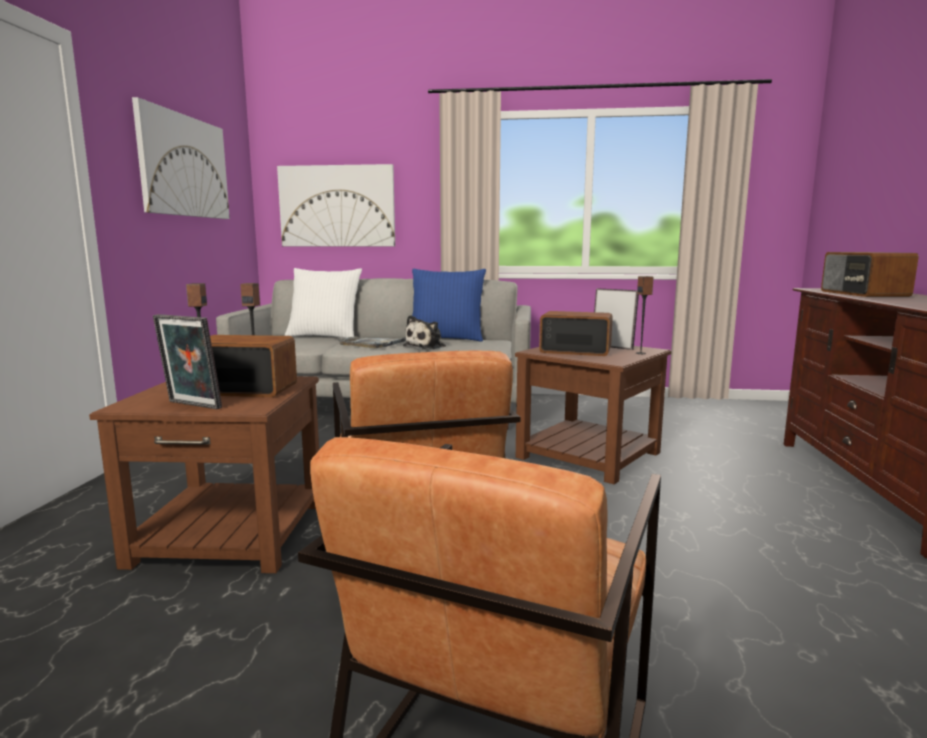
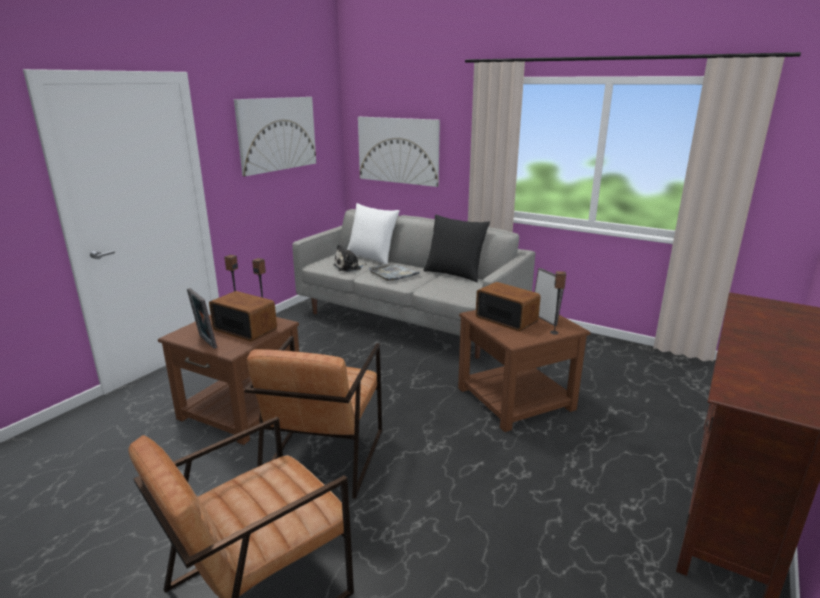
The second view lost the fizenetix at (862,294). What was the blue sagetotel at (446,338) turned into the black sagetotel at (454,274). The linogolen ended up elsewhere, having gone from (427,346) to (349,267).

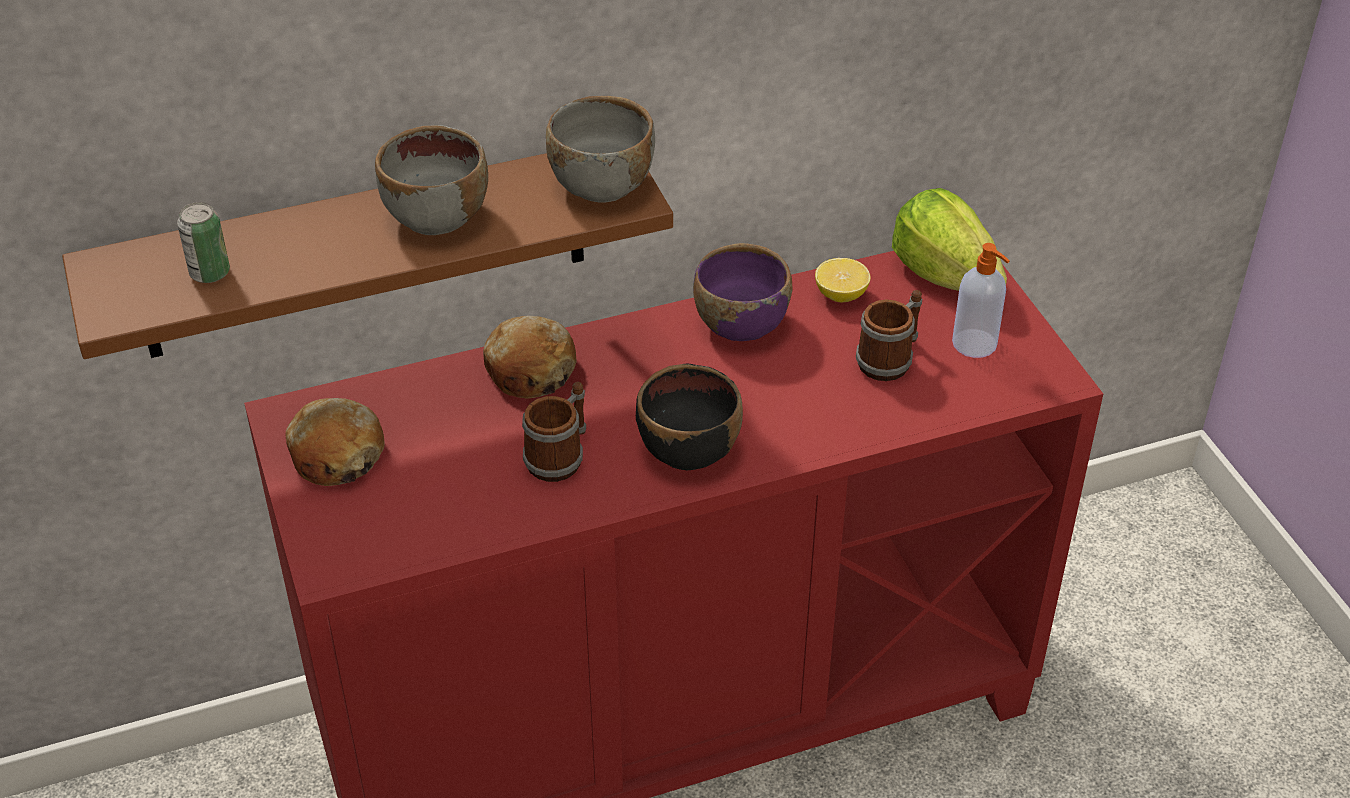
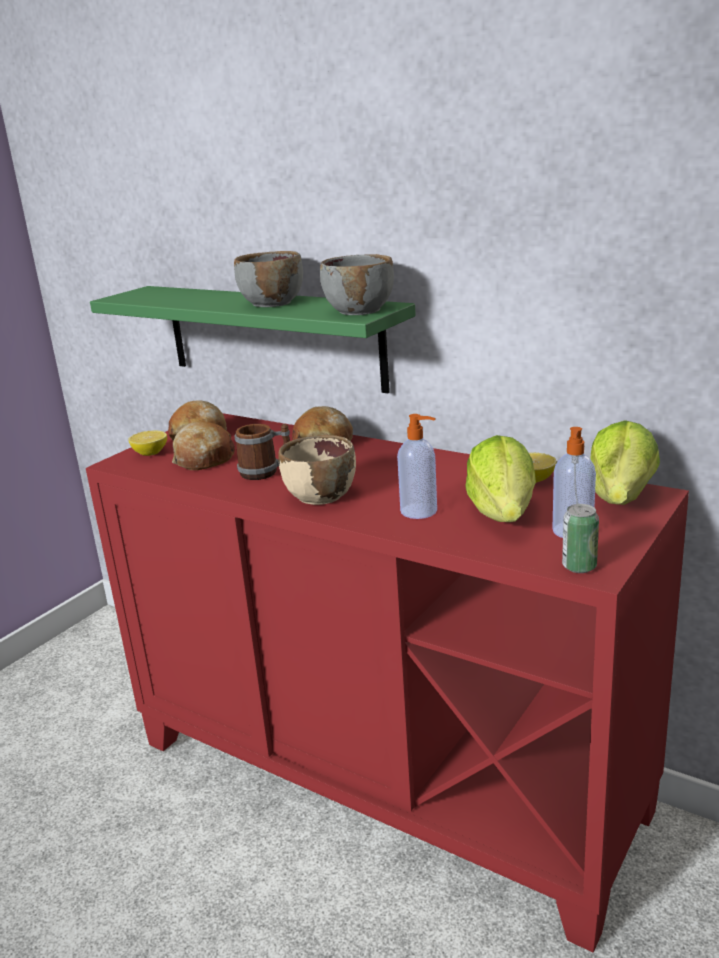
What was the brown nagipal at (364,250) turned into the green nagipal at (272,336). The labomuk ended up elsewhere, having gone from (210,273) to (579,567). The second view lost the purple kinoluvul at (740,323). Where the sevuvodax stood at (890,359), the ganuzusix came to stand at (503,514). What was the black kinoluvul at (688,450) turned into the beige kinoluvul at (320,496). The second view gained the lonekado at (420,511). The second view gained the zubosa at (203,459). The second view gained the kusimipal at (150,453).

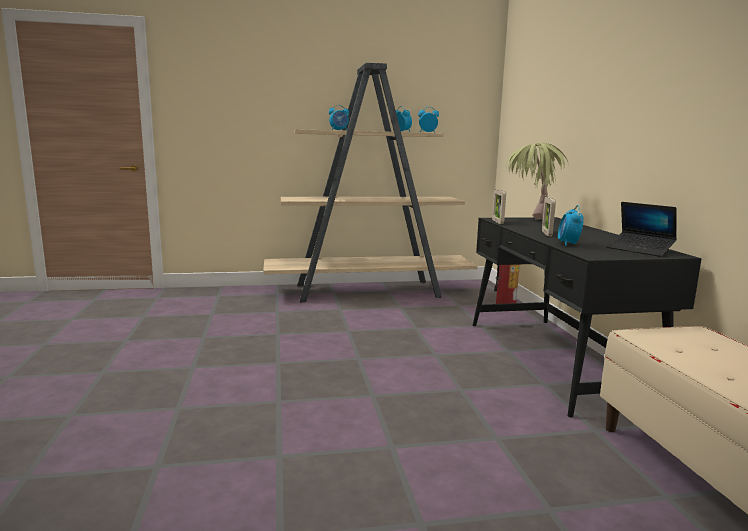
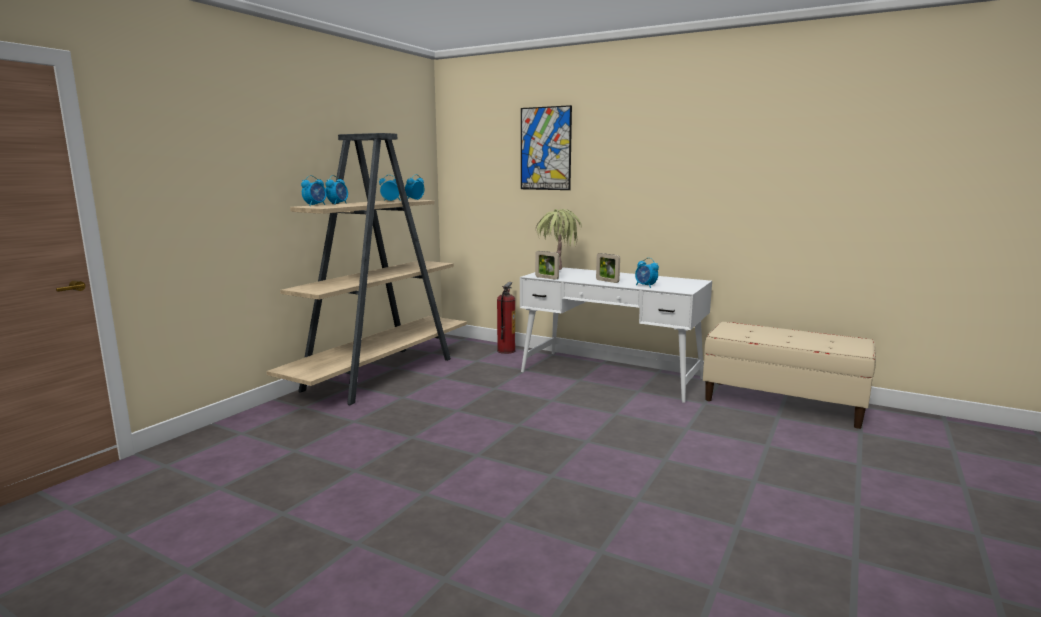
The second view lost the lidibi at (640,250). What was the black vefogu at (555,359) turned into the white vefogu at (611,375). The second view gained the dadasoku at (545,148). The second view gained the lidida at (315,205).

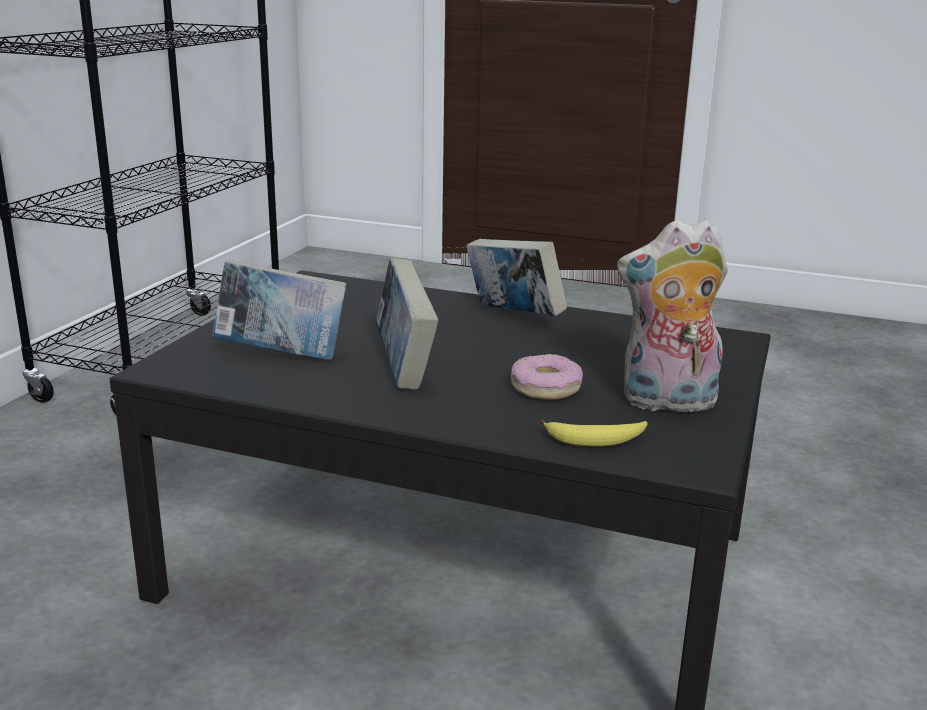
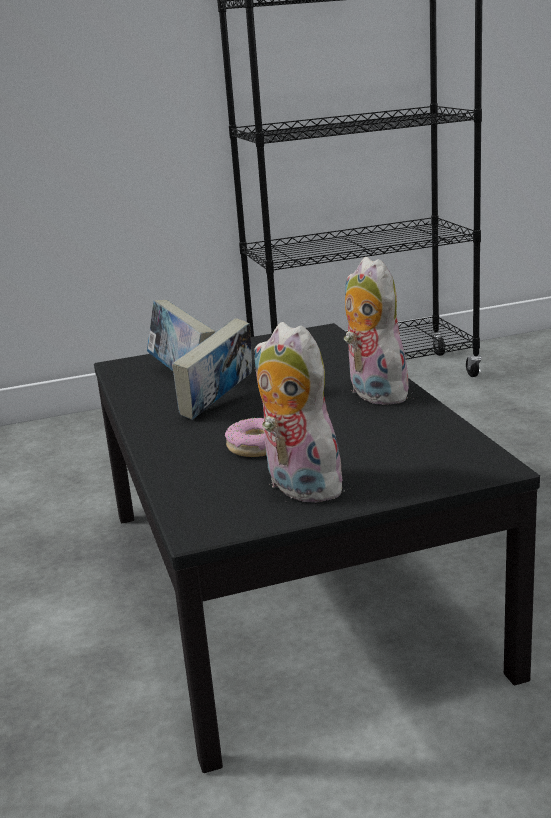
Where the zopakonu stood at (513,317), the linogolen came to stand at (372,394). The second view lost the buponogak at (596,440).

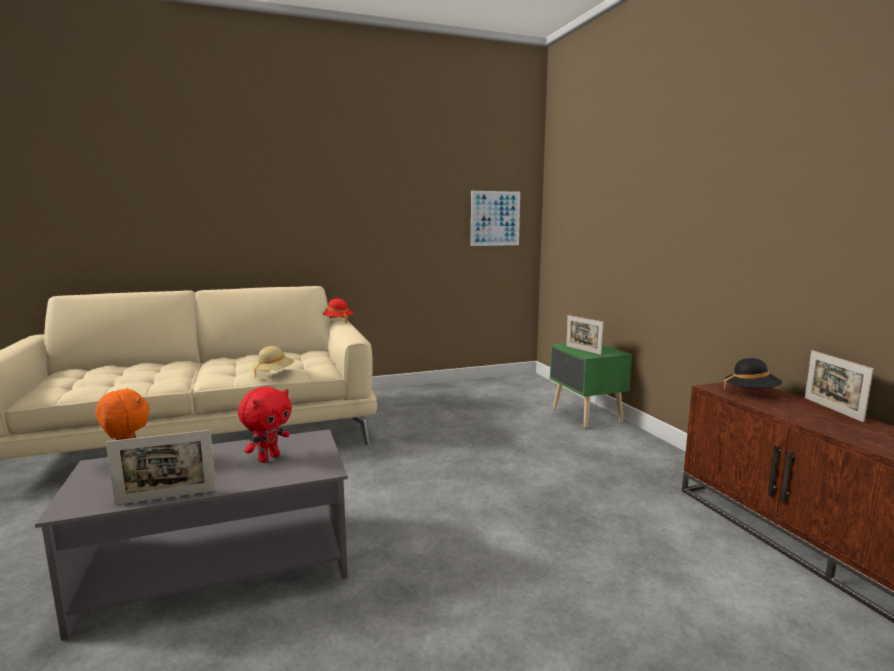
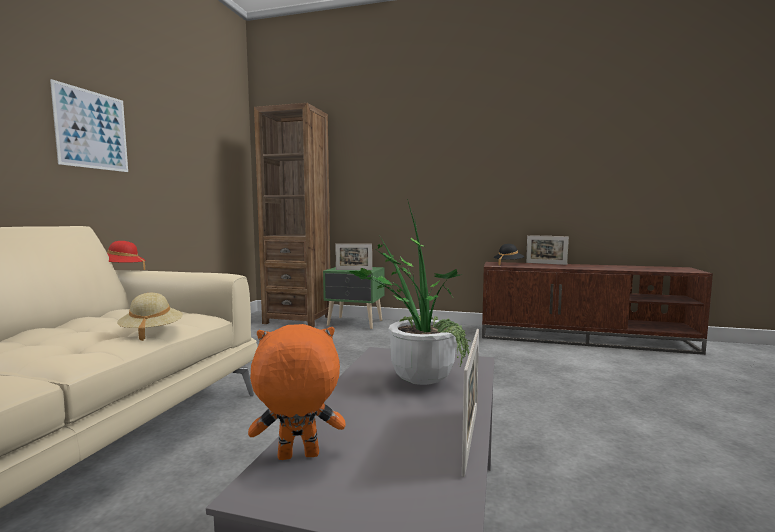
The dadasoku ended up elsewhere, having gone from (495,218) to (92,130). Where the red linogolen stood at (268,458), the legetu came to stand at (413,377). The second view gained the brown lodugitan at (298,320).

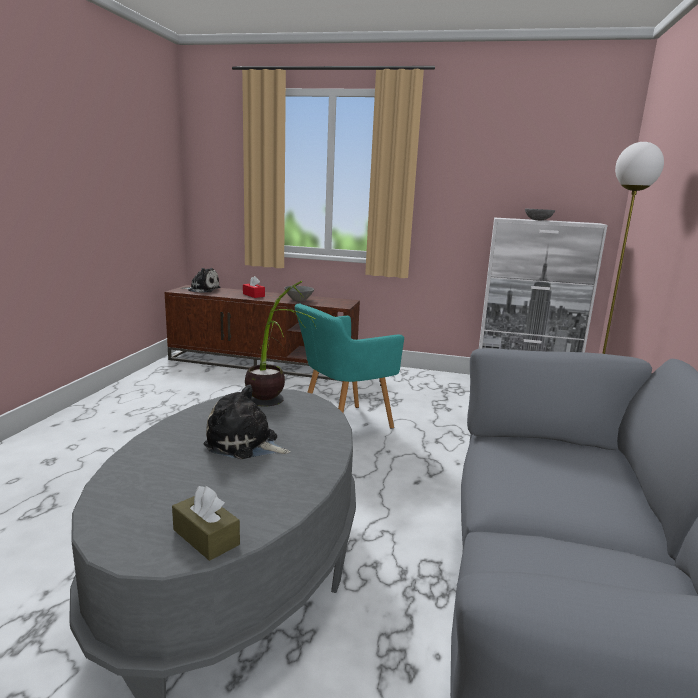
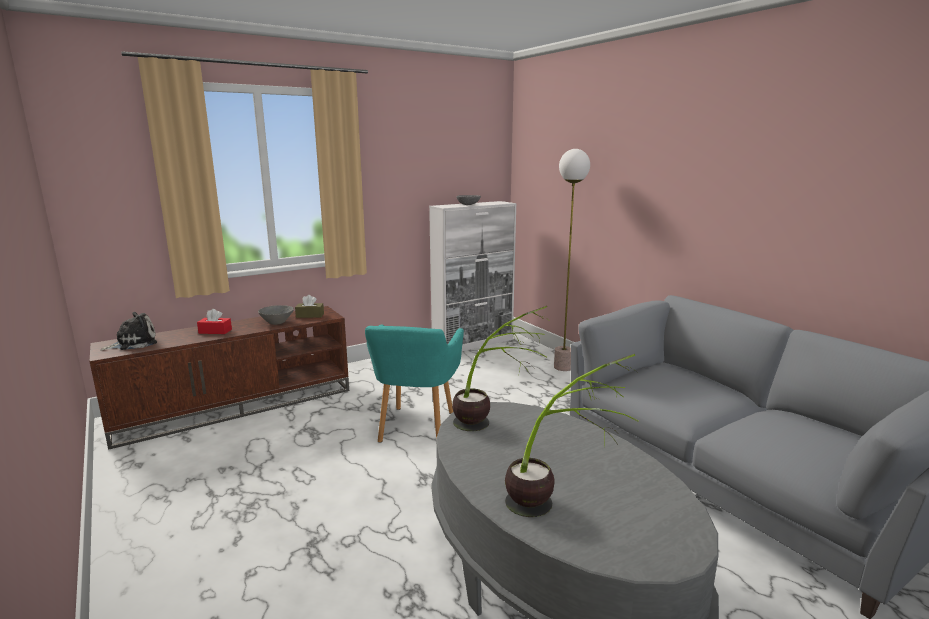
The second view lost the linogolen at (245,444). The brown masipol ended up elsewhere, having gone from (206,537) to (310,315). The second view gained the legetu at (557,505).

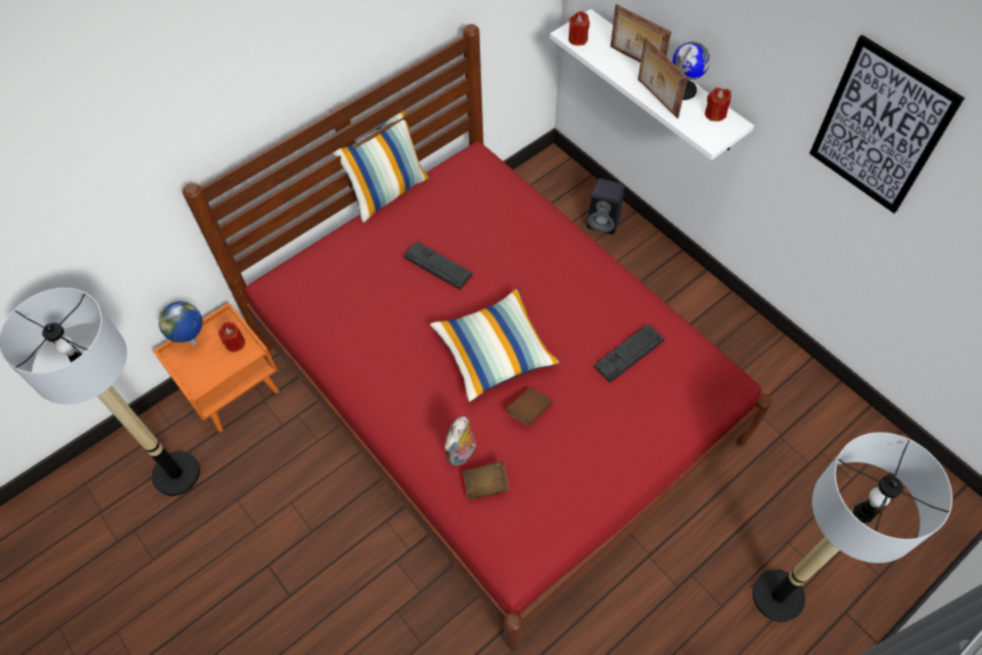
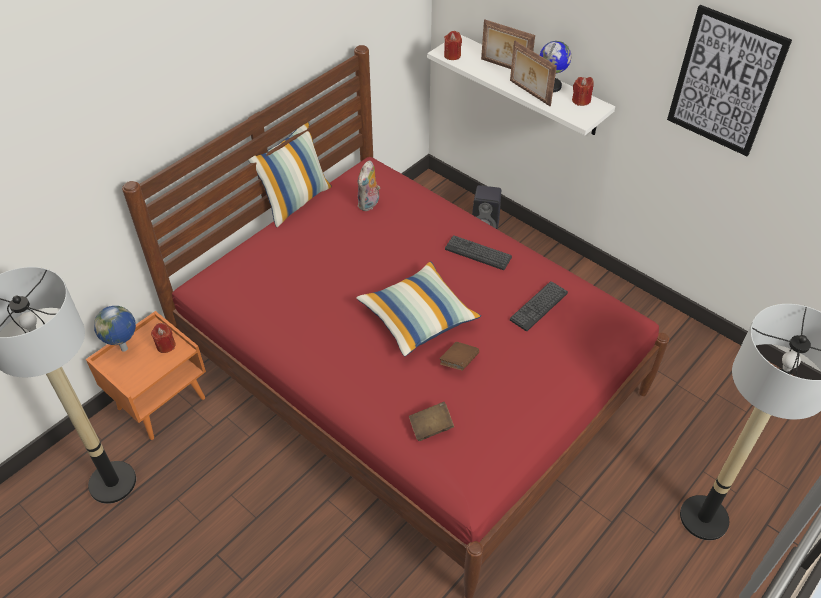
The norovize ended up elsewhere, having gone from (437,265) to (478,253). The linogolen ended up elsewhere, having gone from (462,454) to (369,204).

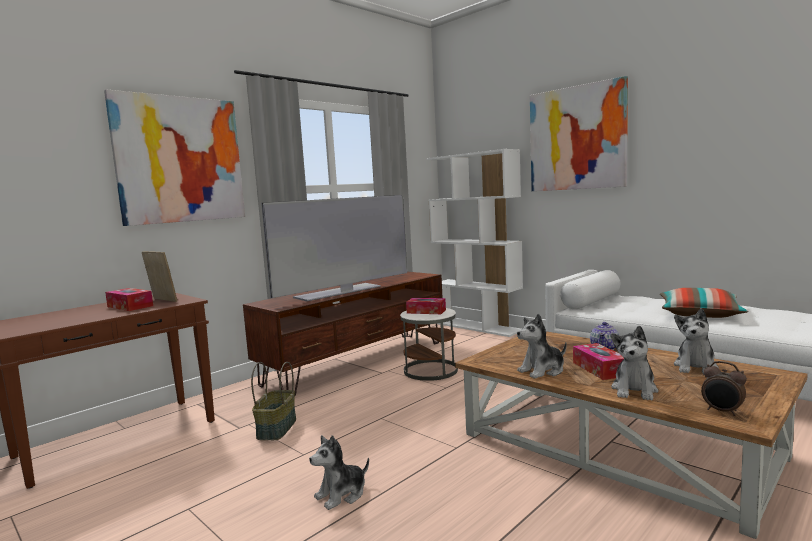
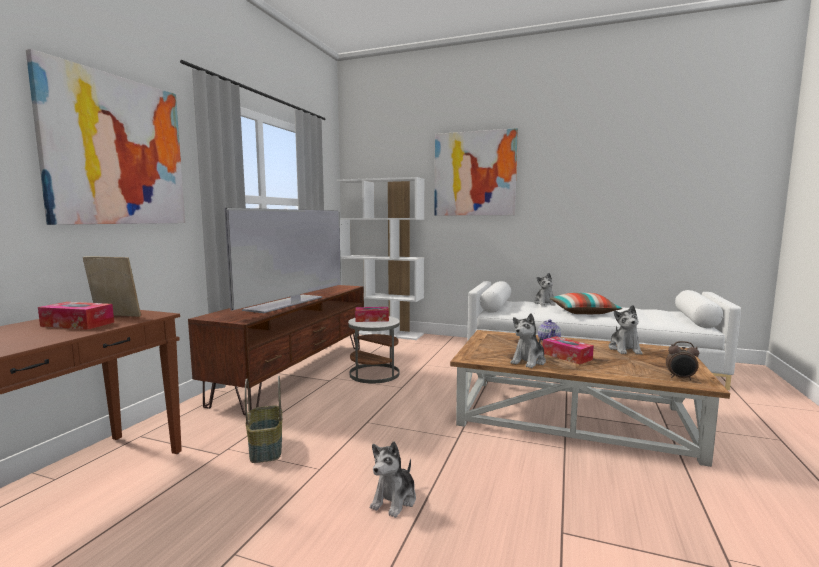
The linogolen ended up elsewhere, having gone from (634,390) to (544,303).

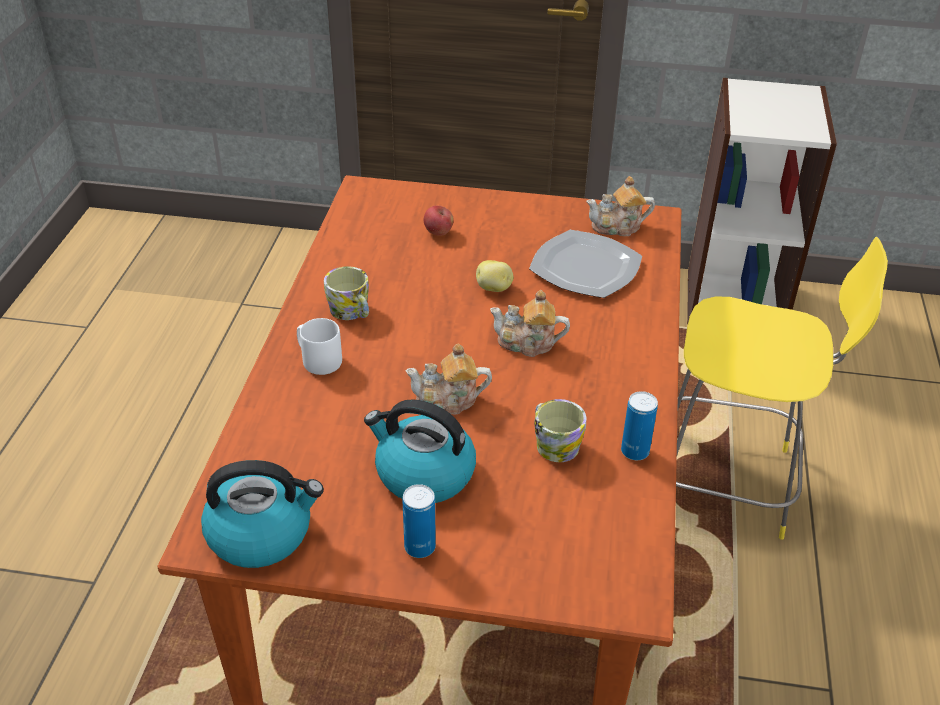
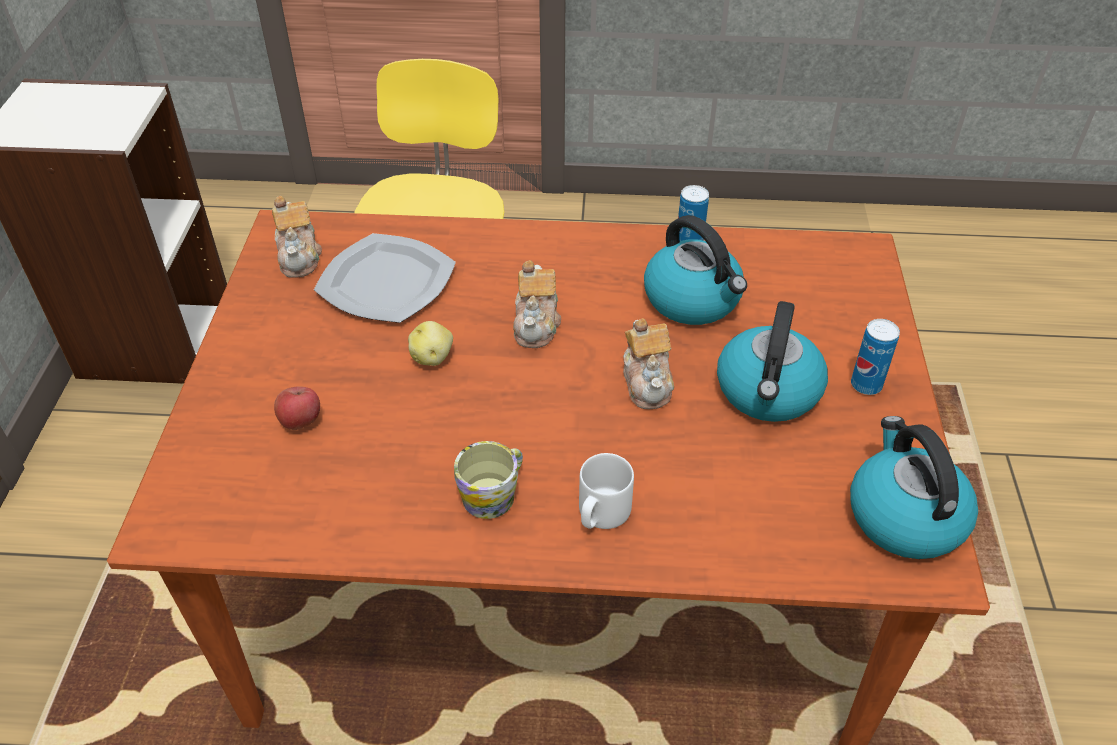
Where the sevuvodax stood at (553,443), the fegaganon came to stand at (693,300).

